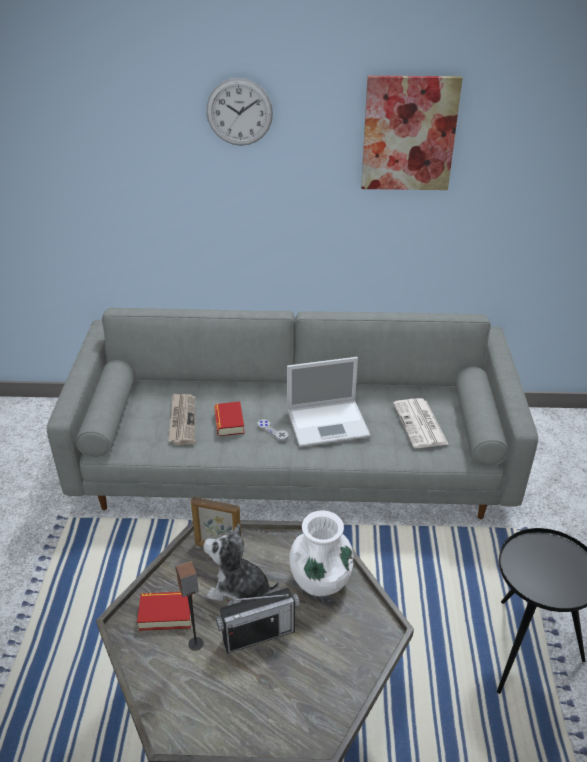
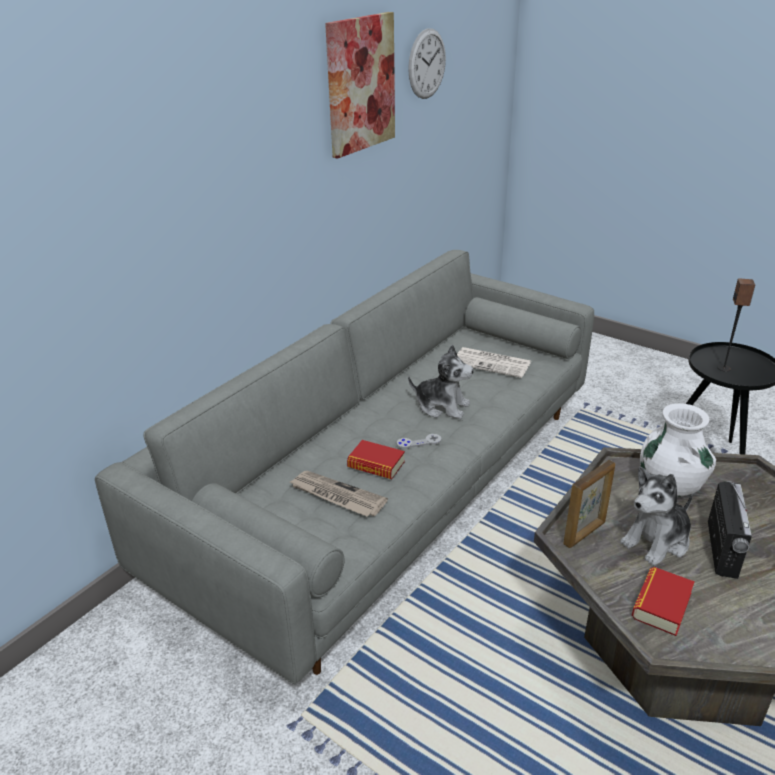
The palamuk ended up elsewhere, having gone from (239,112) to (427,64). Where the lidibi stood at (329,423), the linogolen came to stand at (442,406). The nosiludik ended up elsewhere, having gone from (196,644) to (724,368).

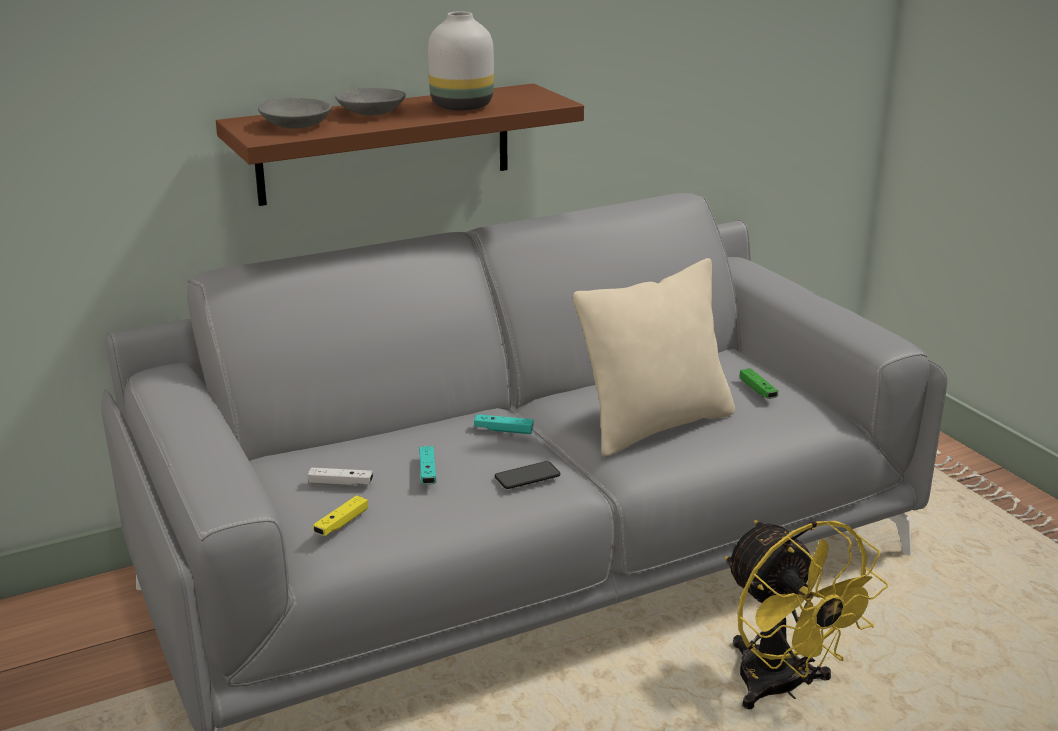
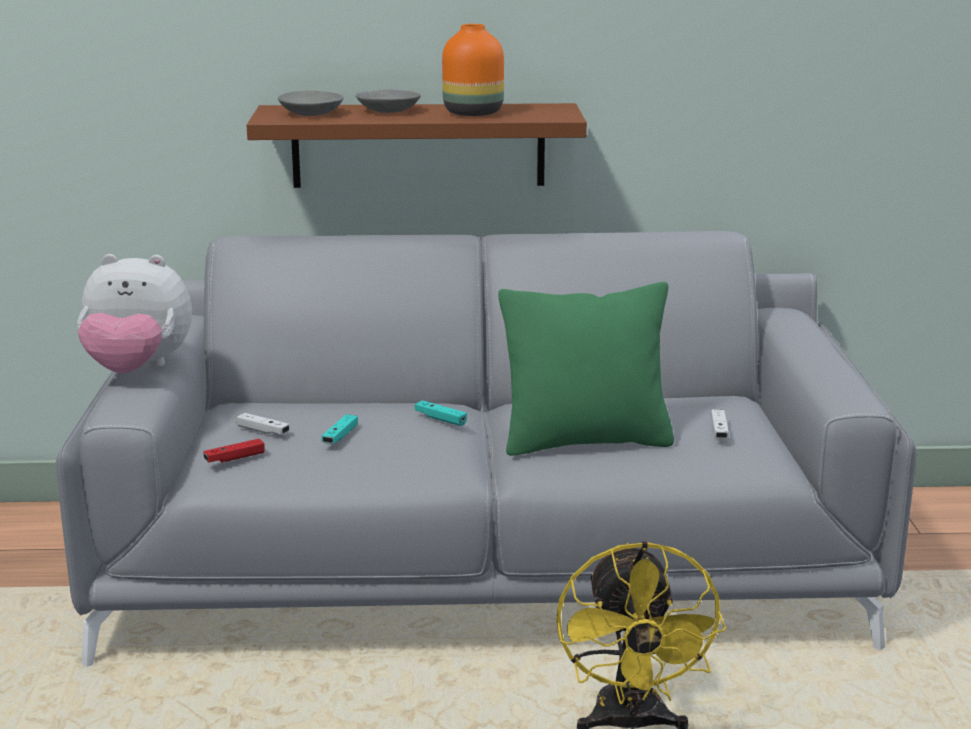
What was the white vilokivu at (462,106) turned into the orange vilokivu at (474,113). What was the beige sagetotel at (655,425) turned into the green sagetotel at (586,441). What was the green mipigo at (758,390) turned into the white mipigo at (719,431). The second view lost the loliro at (527,476). What was the yellow mipigo at (341,523) turned into the red mipigo at (234,458). The second view gained the linogolen at (137,371).

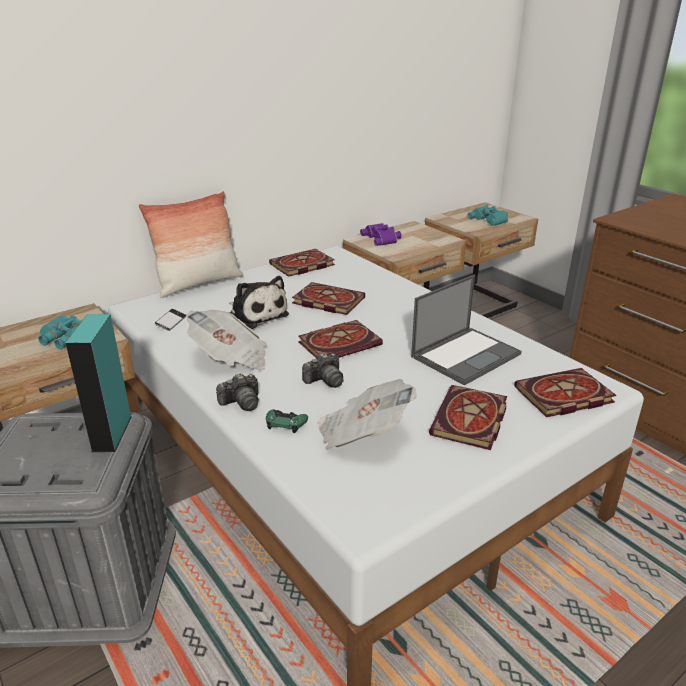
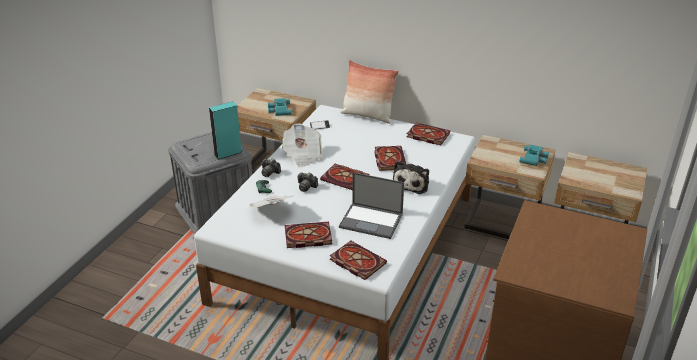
The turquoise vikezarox ended up elsewhere, having gone from (490,219) to (534,158). The second view lost the purple vikezarox at (382,238). The linogolen ended up elsewhere, having gone from (256,315) to (412,184).

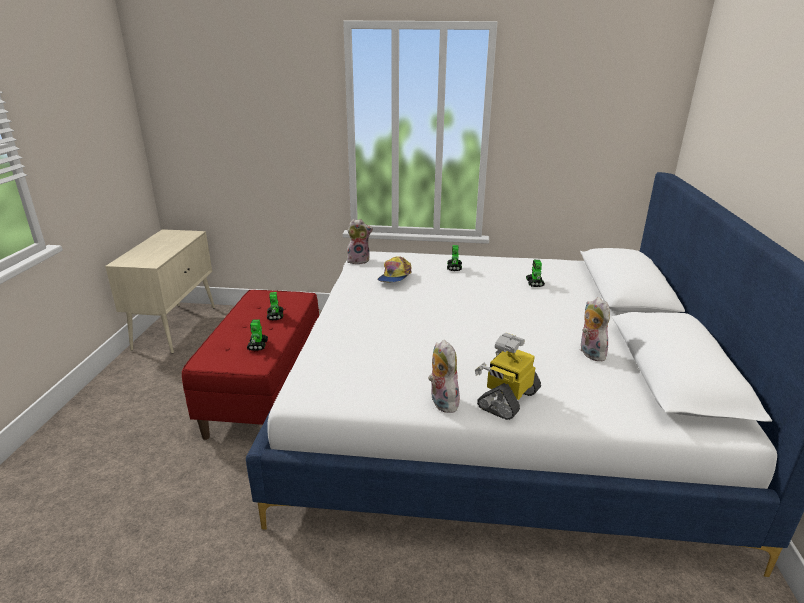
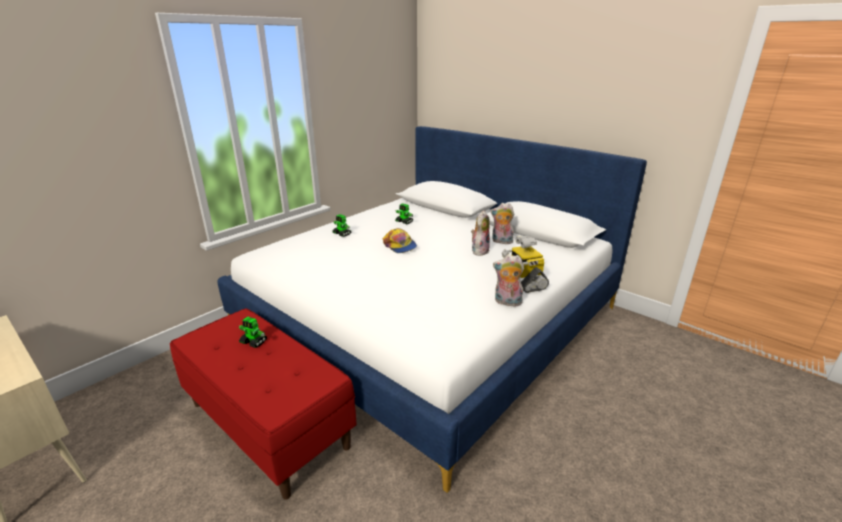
The linogolen ended up elsewhere, having gone from (359,260) to (479,250). The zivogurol ended up elsewhere, having gone from (395,276) to (400,246). The second view lost the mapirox at (257,345).

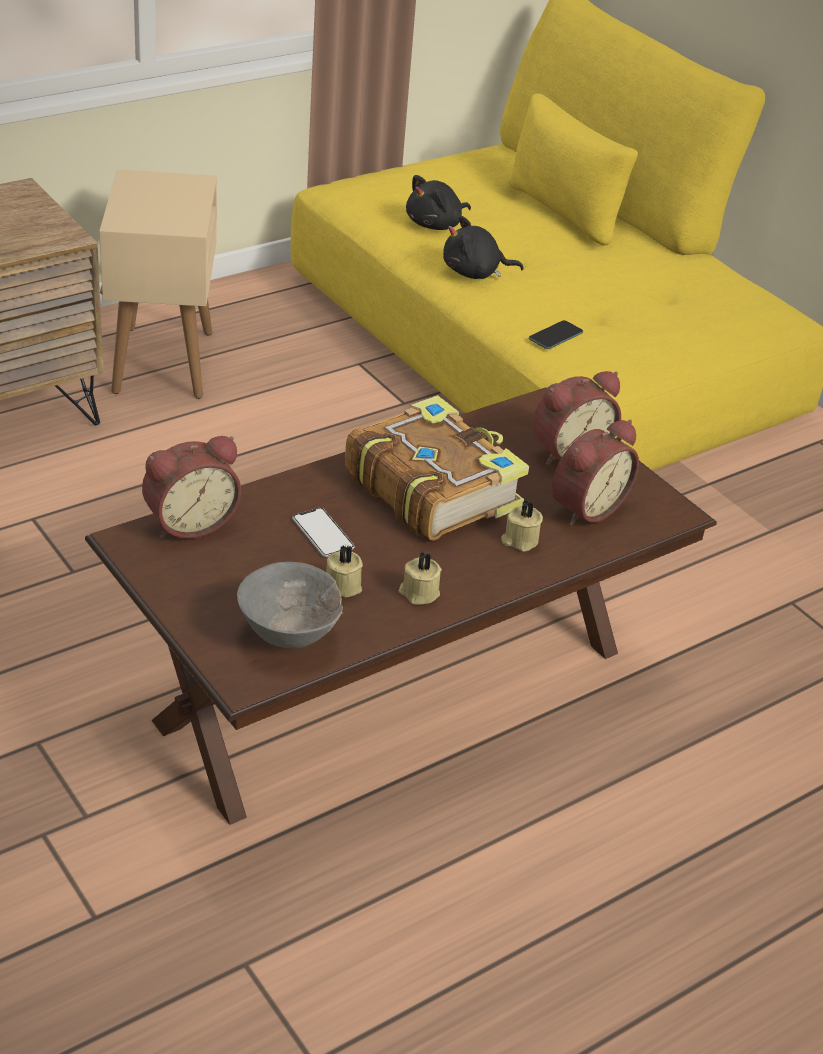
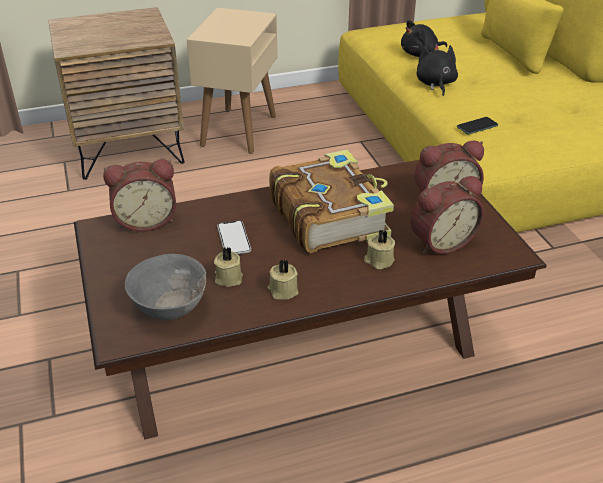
The black linogolen at (475,273) ended up facing another way, 75 degrees clockwise from before.

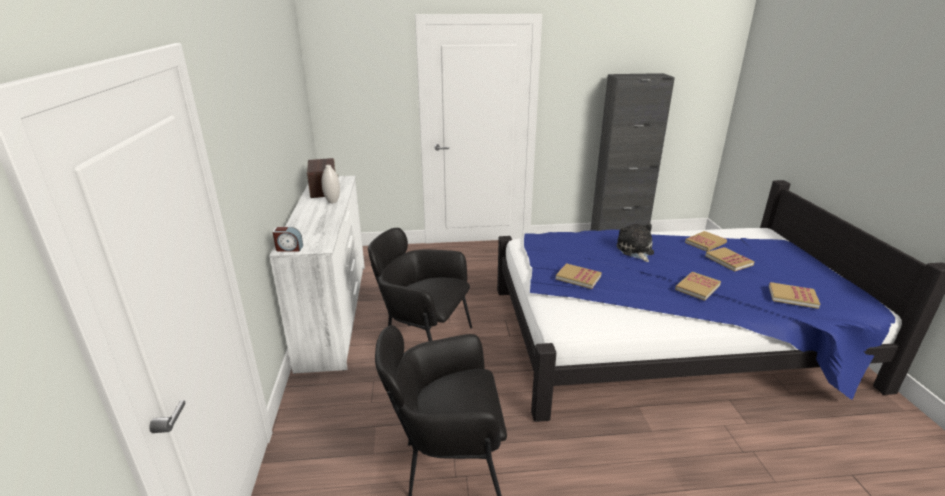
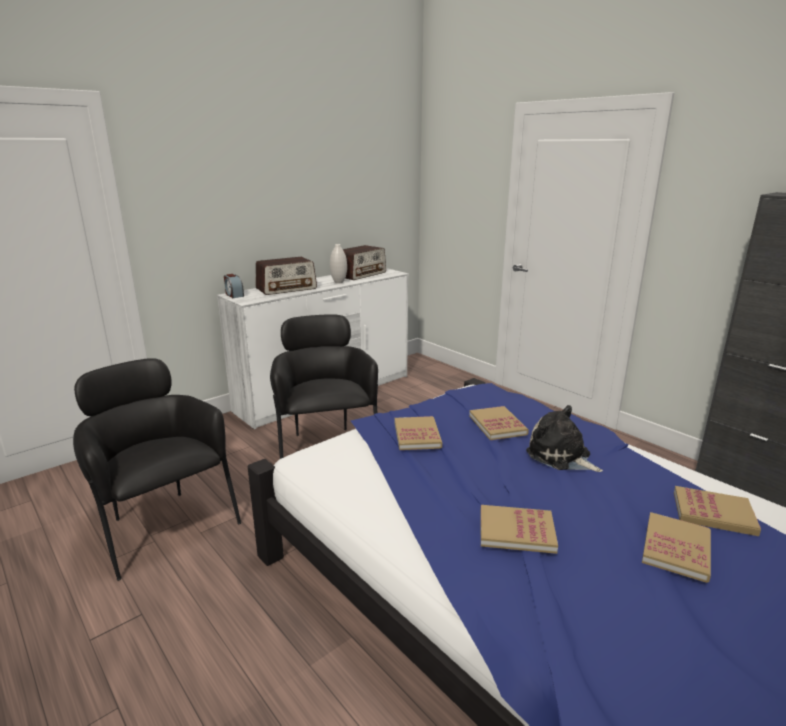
The linogolen at (635,250) ended up facing another way, 90 degrees counterclockwise from before. The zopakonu ended up elsewhere, having gone from (792,297) to (497,425). The second view gained the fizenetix at (286,289).

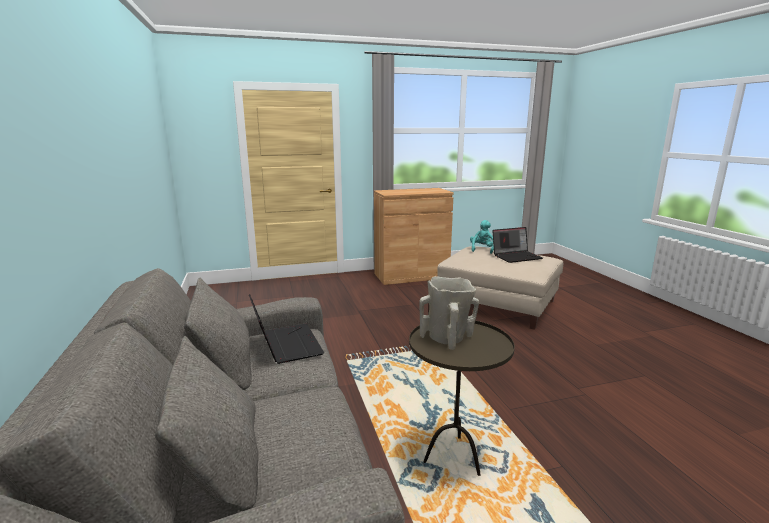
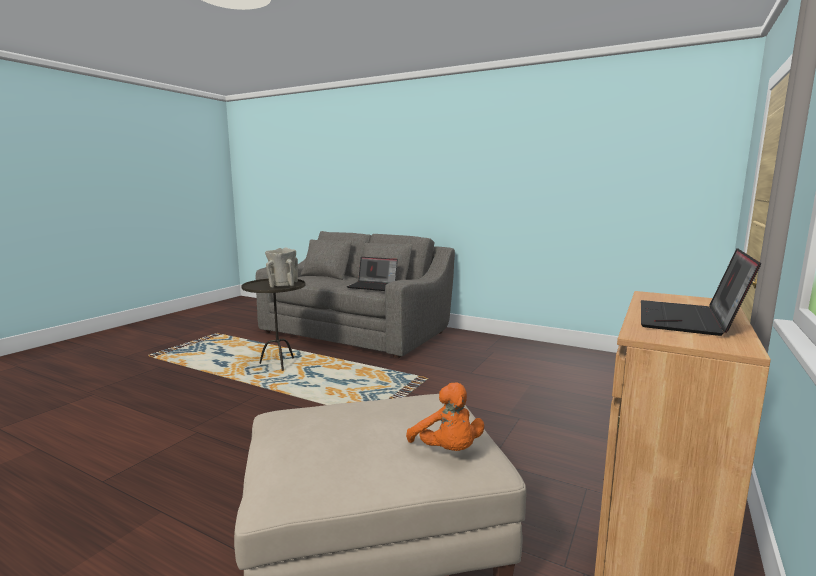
What was the turquoise linogolen at (482,249) turned into the orange linogolen at (447,451). The lidibi ended up elsewhere, having gone from (516,256) to (689,320).

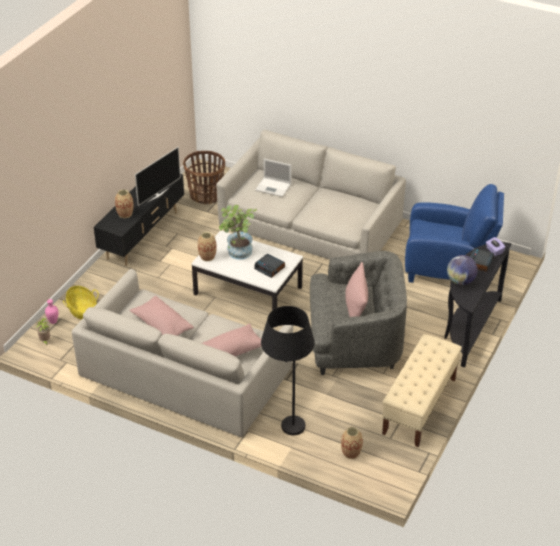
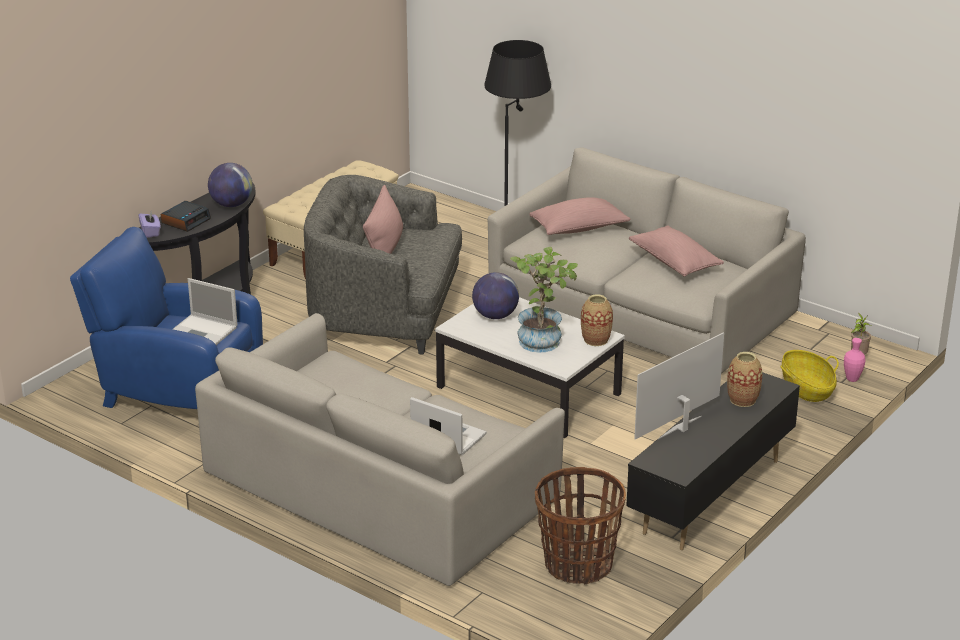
Where the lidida stood at (270,268), the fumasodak came to stand at (495,316). The second view lost the vilokivu at (351,453). The second view gained the lidibi at (204,331).

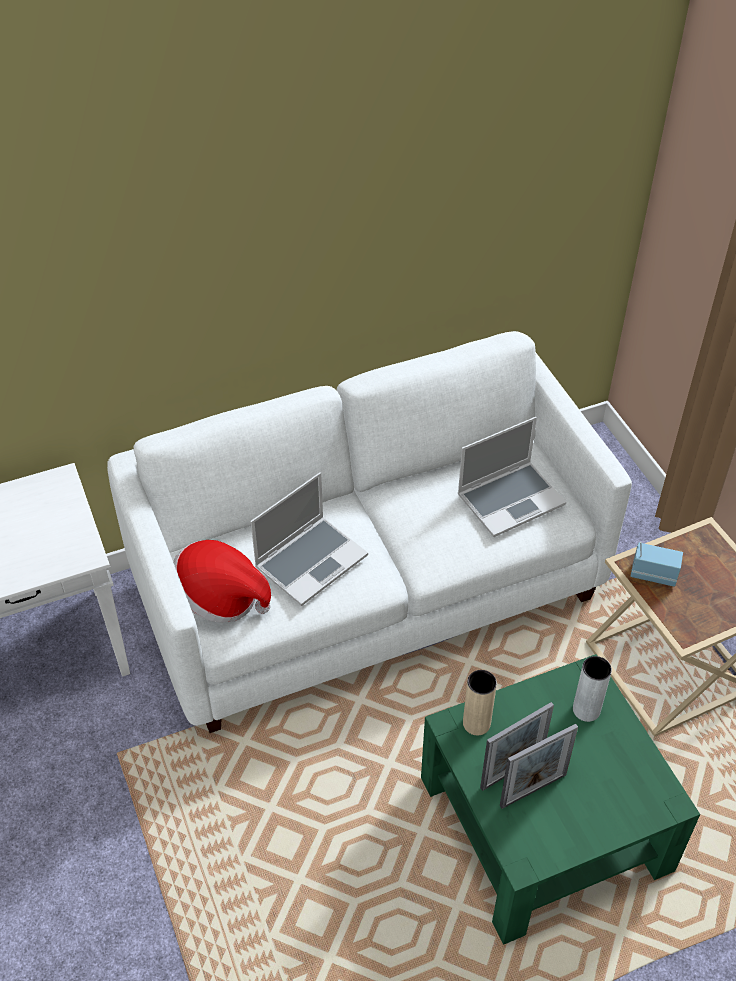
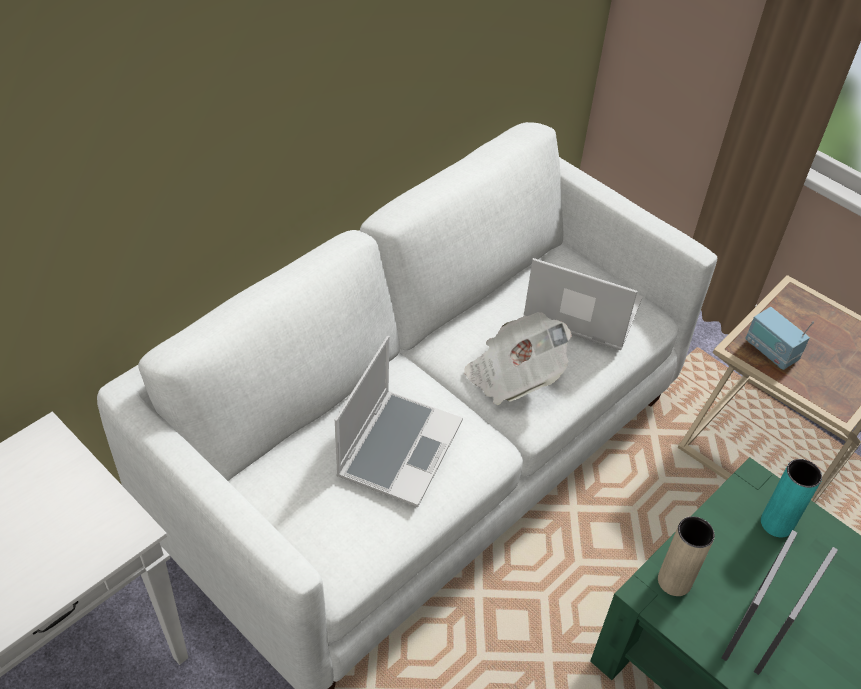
The lidibi at (511,499) ended up facing another way, 105 degrees counterclockwise from before. The second view lost the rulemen at (220,598). The fizenetix at (653,574) ended up facing another way, 120 degrees counterclockwise from before. What was the grey vilokivu at (586,710) turned into the turquoise vilokivu at (776,523). The second view gained the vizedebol at (514,375).

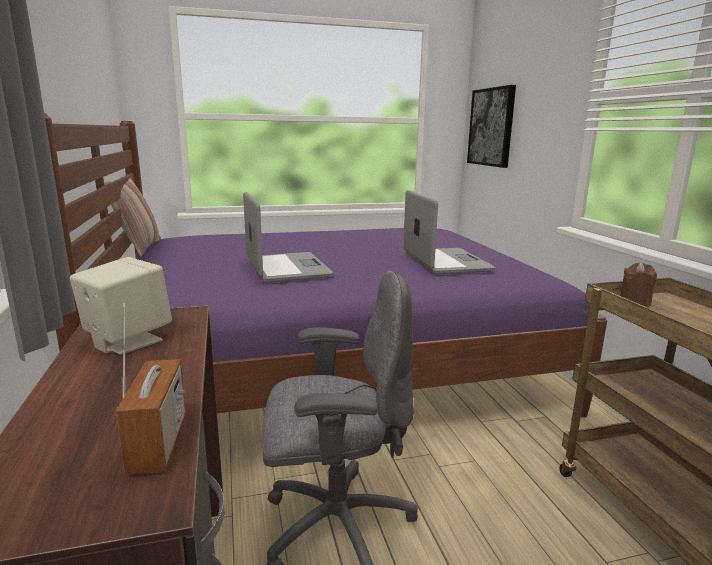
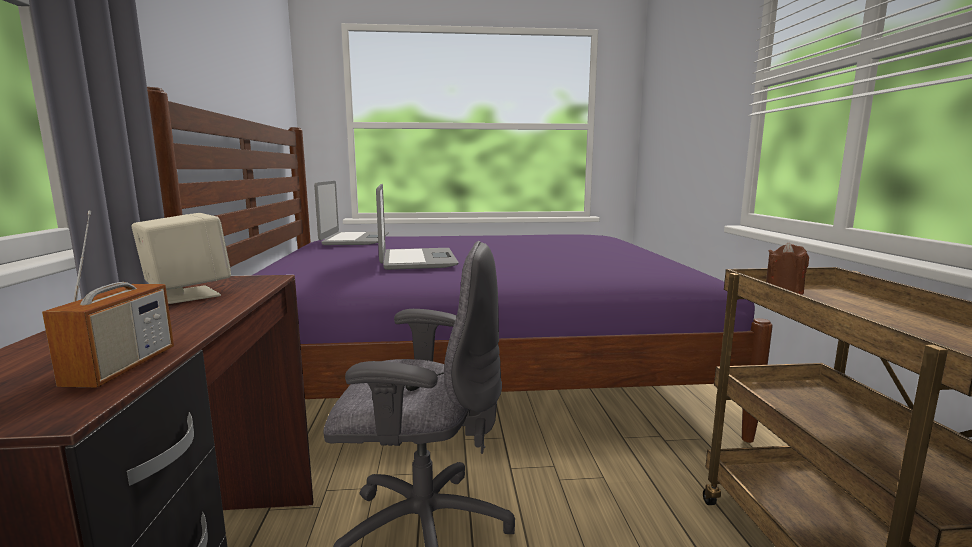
The second view lost the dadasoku at (491,127). The second view lost the sagetotel at (139,248). The lidibi ended up elsewhere, having gone from (445,262) to (355,239).

